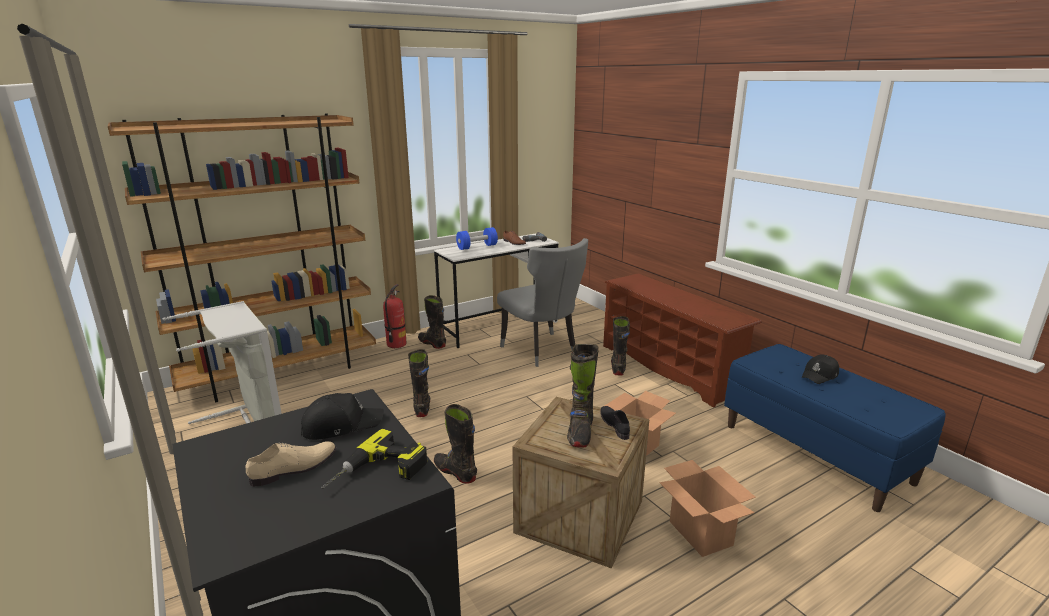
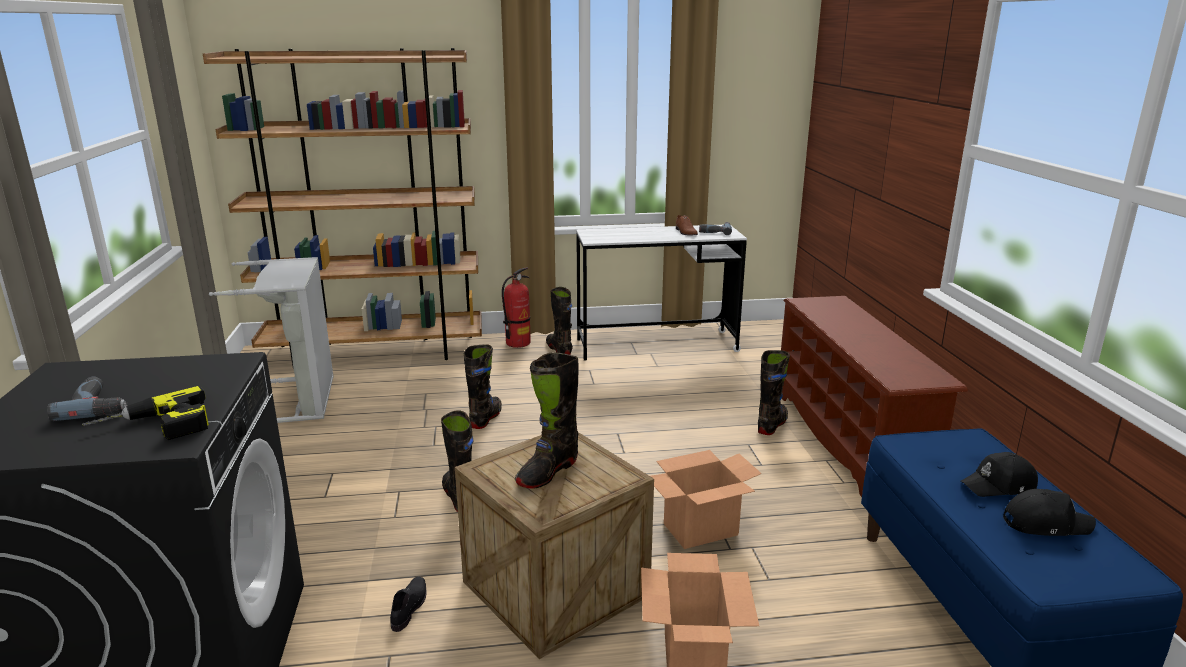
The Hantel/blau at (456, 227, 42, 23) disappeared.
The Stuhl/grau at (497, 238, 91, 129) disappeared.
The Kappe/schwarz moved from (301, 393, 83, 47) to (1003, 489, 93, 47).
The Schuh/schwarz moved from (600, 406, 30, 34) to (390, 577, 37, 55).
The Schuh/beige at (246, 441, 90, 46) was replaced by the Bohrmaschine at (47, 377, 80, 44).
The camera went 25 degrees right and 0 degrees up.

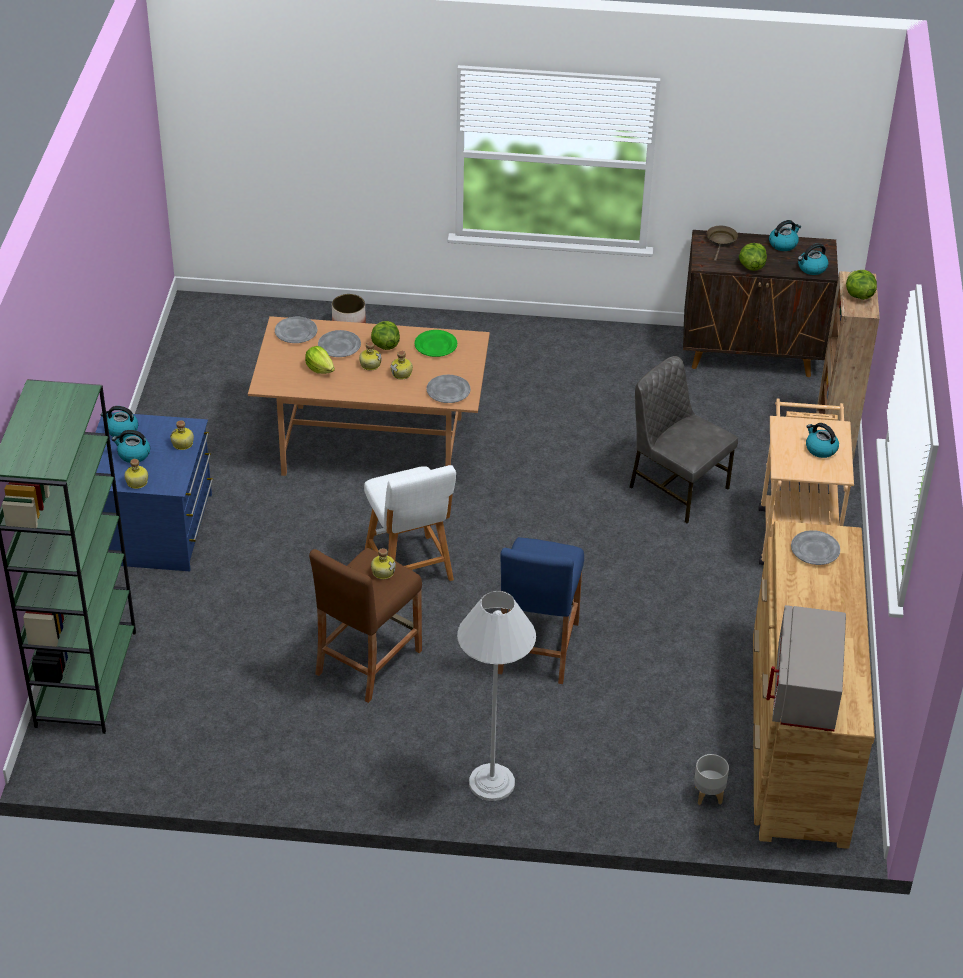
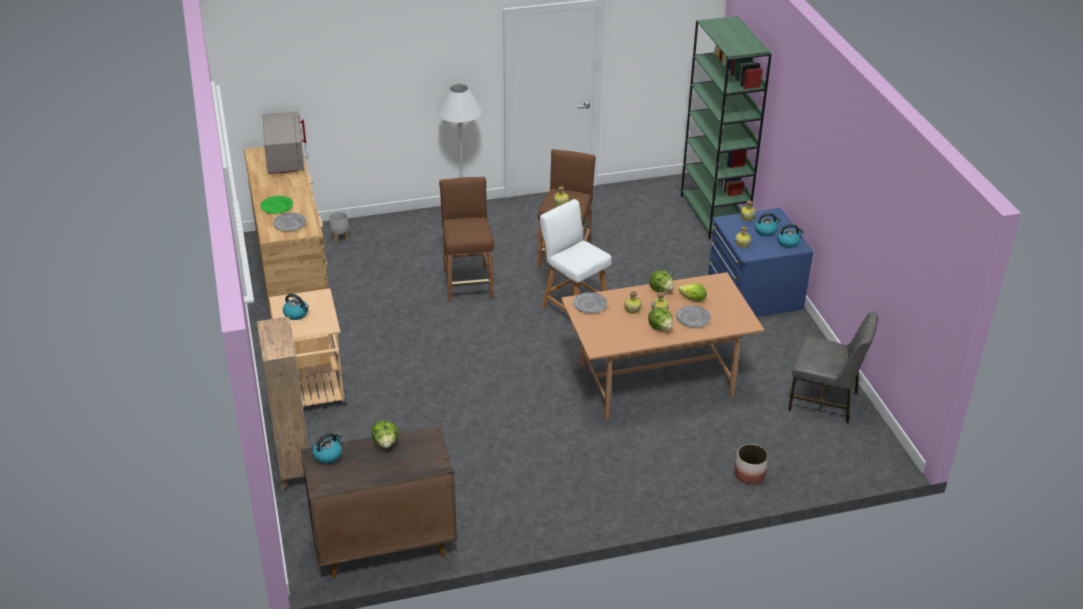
The Wasserkessel at (769, 220, 32, 31) disappeared.
The Pfanne/braun at (706, 226, 32, 36) disappeared.
The Salatkopf moved from (846, 270, 31, 30) to (649, 270, 24, 22).
The Teller/grau at (275, 317, 42, 26) disappeared.
The Teller/grün moved from (414, 330, 43, 27) to (261, 196, 32, 18).
The Stuhl/grau moved from (630, 356, 108, 167) to (788, 311, 90, 113).
The Hocker/blau at (498, 537, 86, 147) became the Hocker/braun at (439, 177, 55, 126).
The camera went 160 degrees right and 5 degrees down.

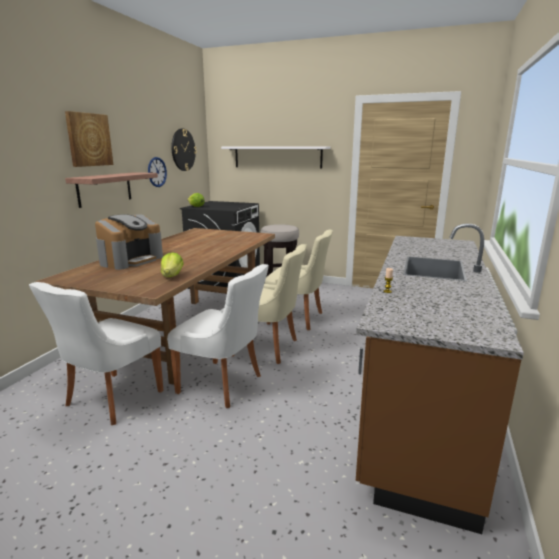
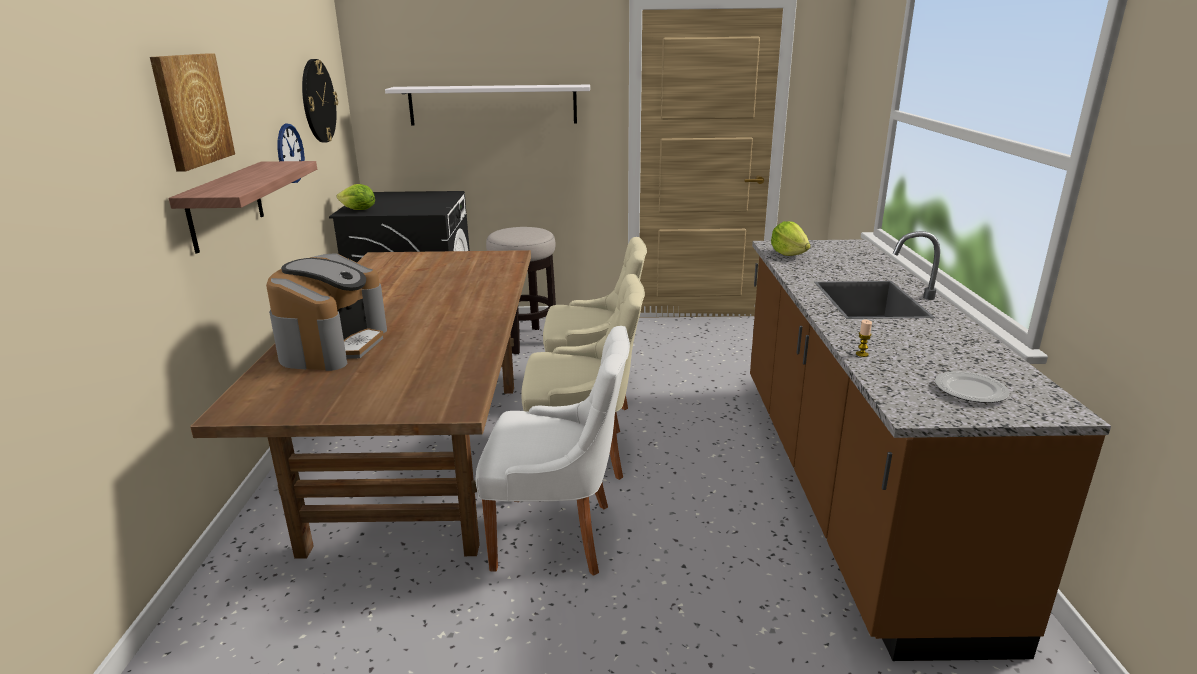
The Salatkopf moved from (161, 252, 23, 25) to (771, 221, 40, 35).
The Stuhl/weiß at (29, 282, 134, 143) disappeared.
The Teller at (935, 371, 75, 32) appeared.
The camera went 20 degrees left and 5 degrees up.

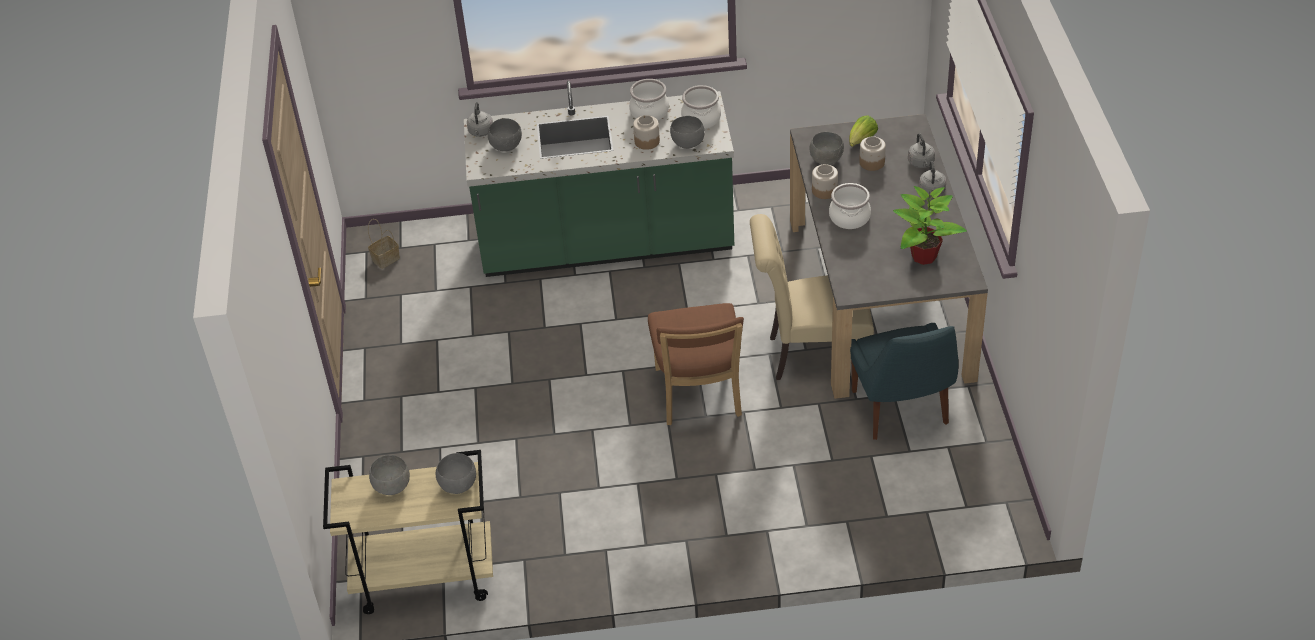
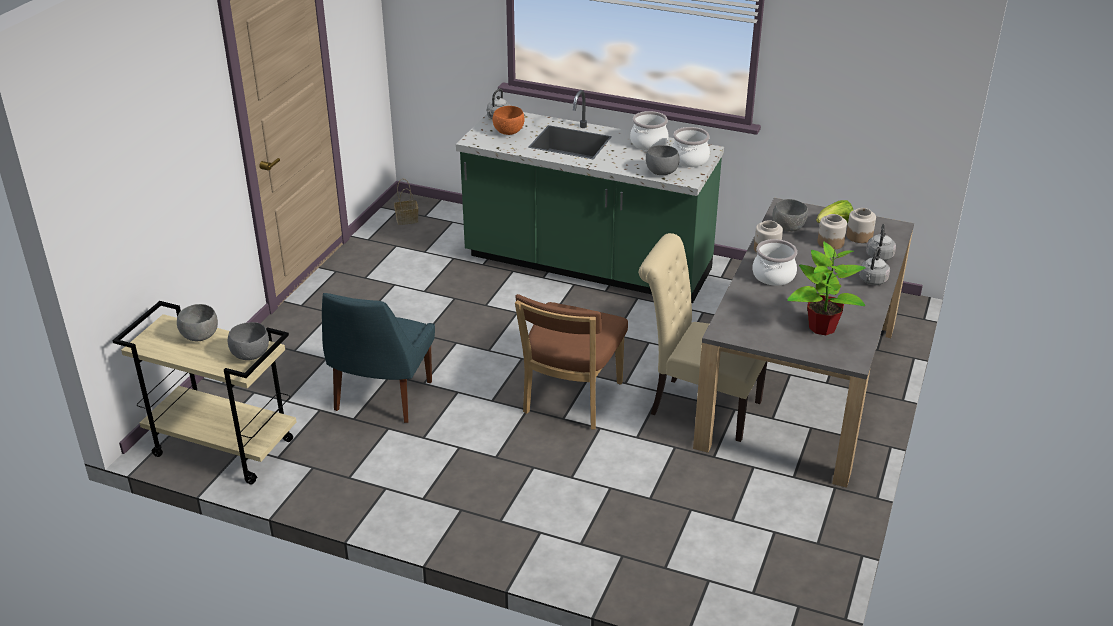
The Vorratsglas moved from (633, 115, 27, 35) to (846, 208, 30, 35).
The Schüssel/grau at (488, 118, 34, 34) became the Schüssel/orange at (493, 106, 32, 29).
The Stuhl/blau moved from (850, 323, 108, 117) to (322, 293, 113, 130).
The camera went 25 degrees right and 10 degrees down.

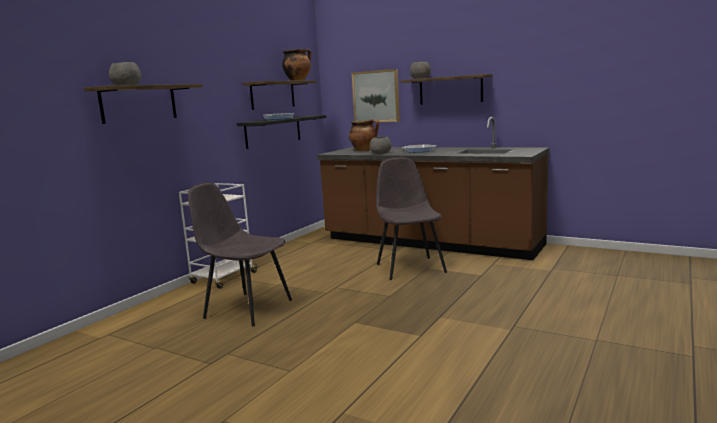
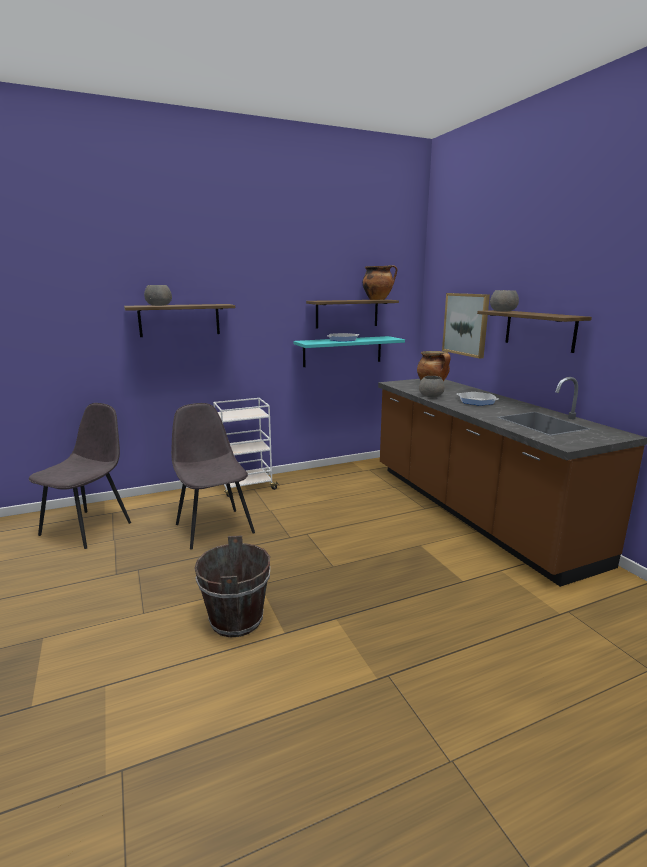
The Wandregal/schwarz at (237, 115, 89, 34) became the Wandregal/türkis at (293, 336, 112, 31).
The Stuhl/grau moved from (376, 157, 71, 123) to (29, 403, 102, 146).
The Eimer/braun at (195, 535, 75, 102) appeared.
The camera went 35 degrees right and 5 degrees up.

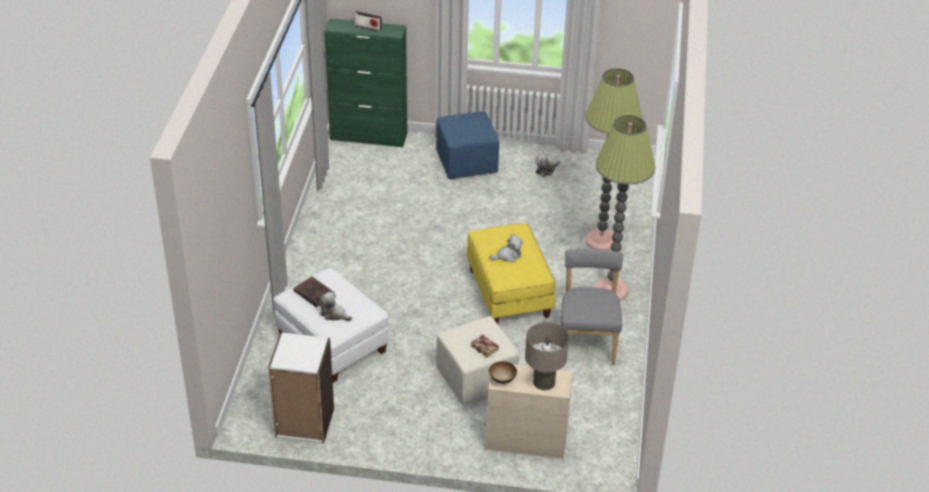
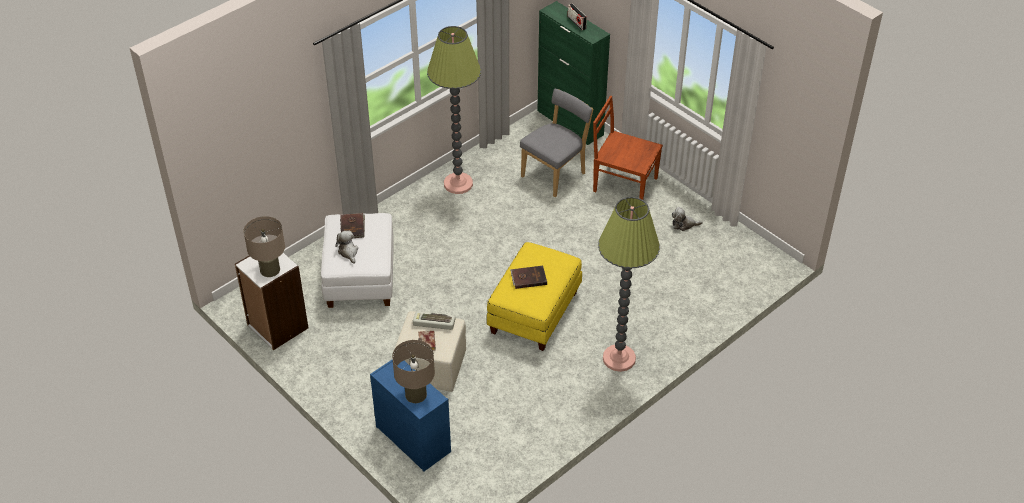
The Stehlampe moved from (585, 68, 58, 182) to (427, 26, 54, 168).
The Polsterhocker/blau at (436, 112, 63, 67) was replaced by the Stuhl/braun at (593, 96, 70, 104).
The Plüschtier at (489, 234, 34, 29) was replaced by the Buch/braun at (510, 266, 37, 23).
The Stuhl/grau moved from (561, 249, 62, 116) to (520, 89, 73, 108).
The Kommode/beige at (486, 361, 87, 99) became the Kommode/blau at (370, 359, 81, 113).
The Schüssel at (489, 361, 28, 23) disappeared.
The Tischlampe/beige at (243, 216, 42, 61) appeared.
The Tastatur at (413, 311, 42, 19) appeared.
The camera went 40 degrees right and 5 degrees up.

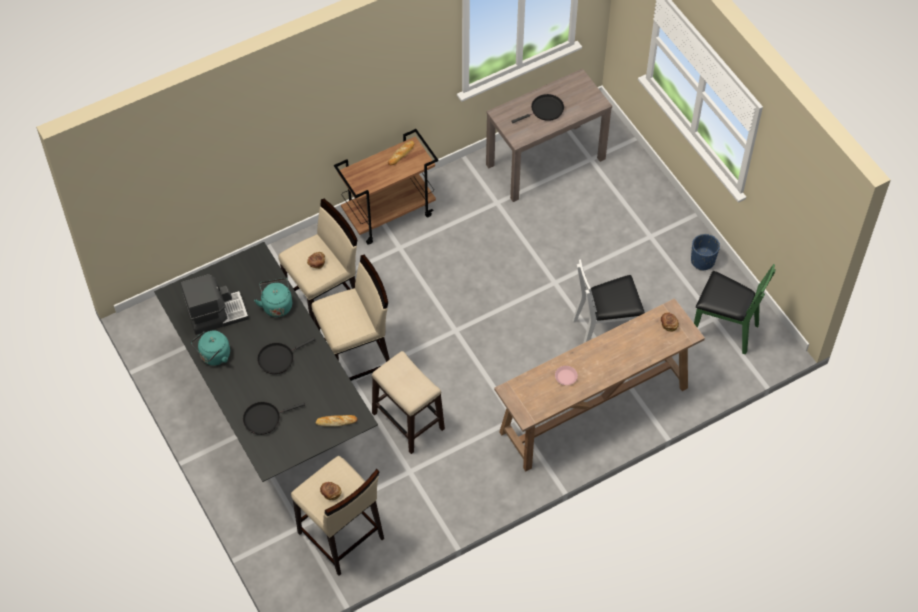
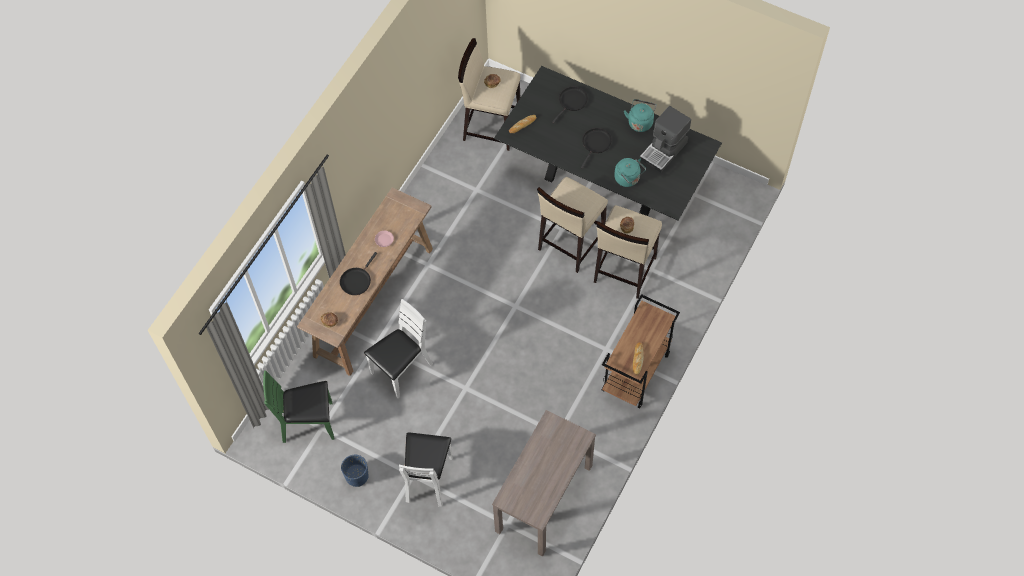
The Pfanne/schwarz moved from (511, 94, 53, 29) to (340, 252, 37, 43).
The Hocker at (372, 351, 73, 103) disappeared.
The Stuhl/weiß at (399, 432, 53, 74) appeared.
The camera went 150 degrees right and 5 degrees up.

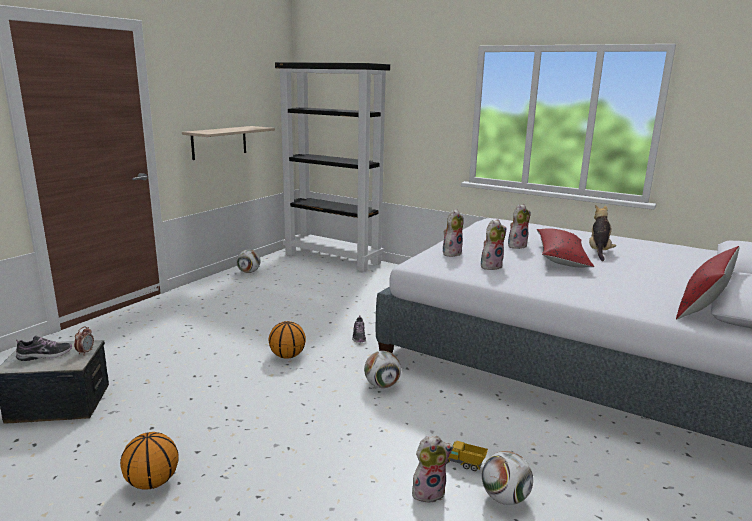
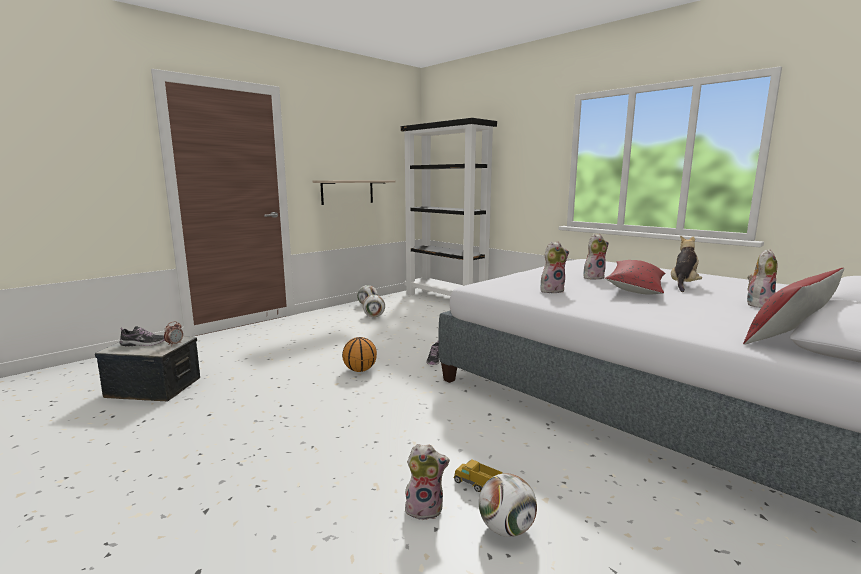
The Plüschtier moved from (443, 209, 21, 48) to (747, 249, 30, 59).
The Fußball moved from (364, 351, 37, 37) to (363, 295, 22, 22).
The Basketball at (120, 432, 59, 58) disappeared.
The camera went 15 degrees right and 5 degrees down.

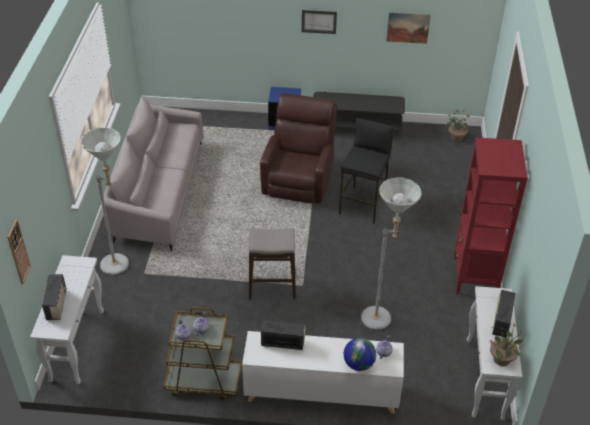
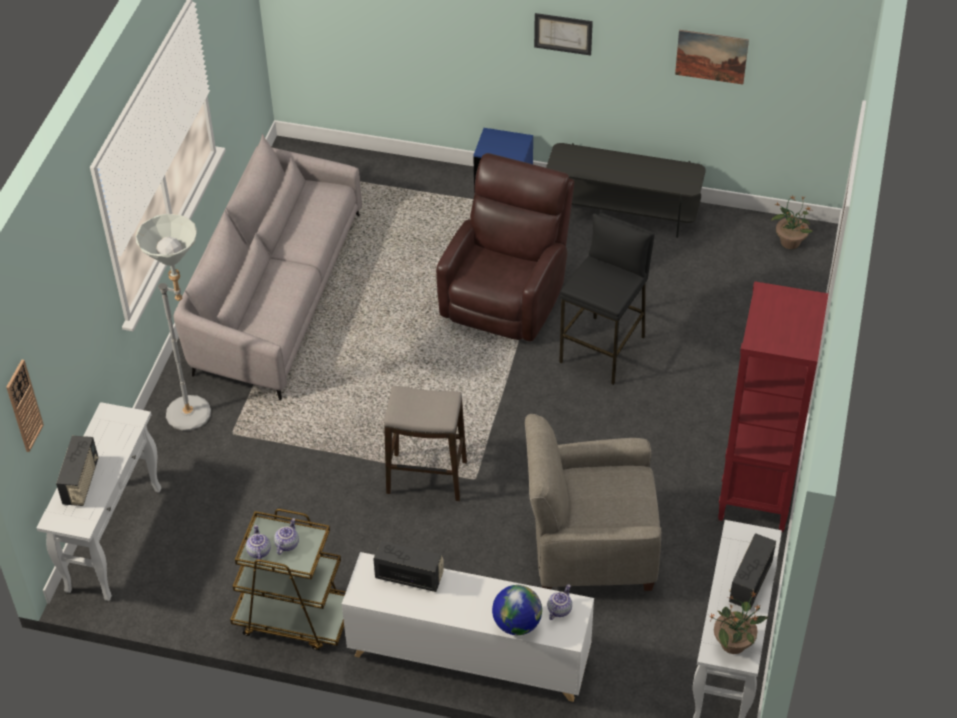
The Stehlampe/grau at (361, 177, 61, 153) was replaced by the Sessel/beige at (525, 414, 137, 177).
The camera went 10 degrees right and 5 degrees up.

